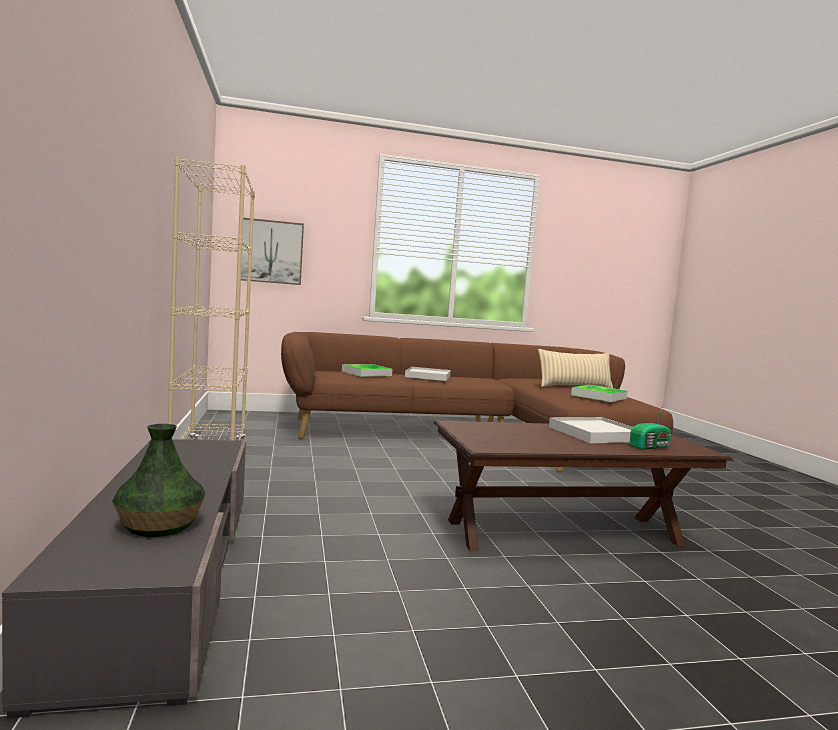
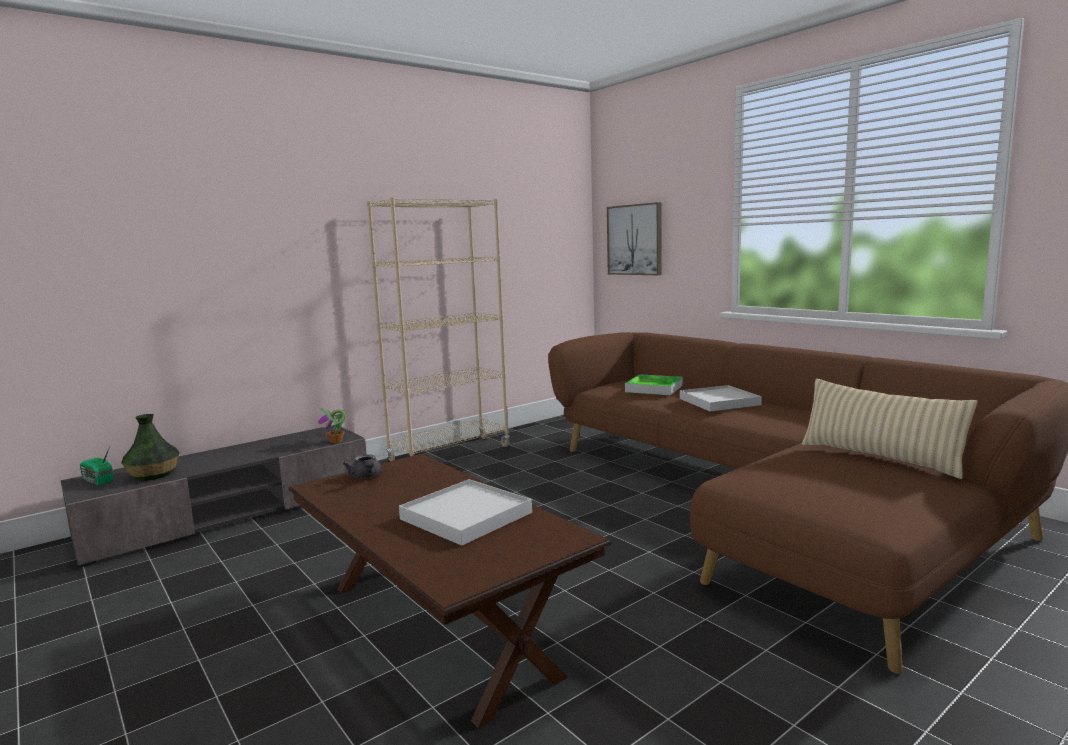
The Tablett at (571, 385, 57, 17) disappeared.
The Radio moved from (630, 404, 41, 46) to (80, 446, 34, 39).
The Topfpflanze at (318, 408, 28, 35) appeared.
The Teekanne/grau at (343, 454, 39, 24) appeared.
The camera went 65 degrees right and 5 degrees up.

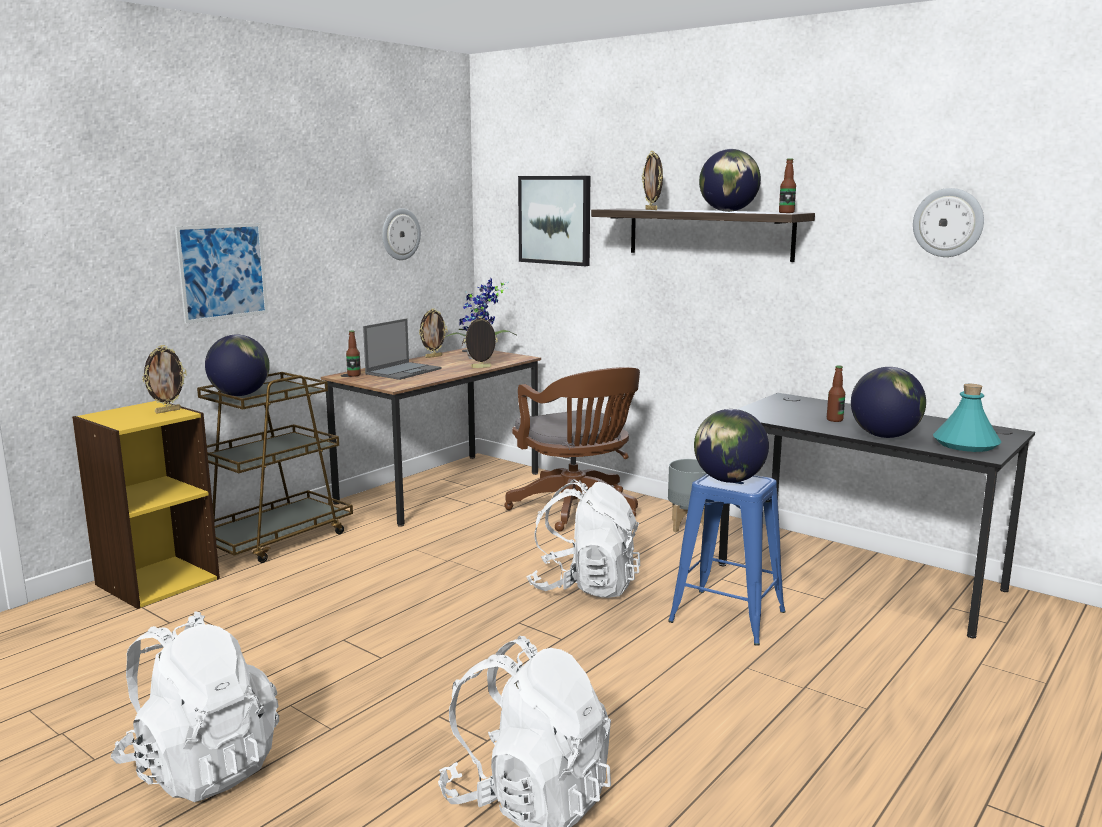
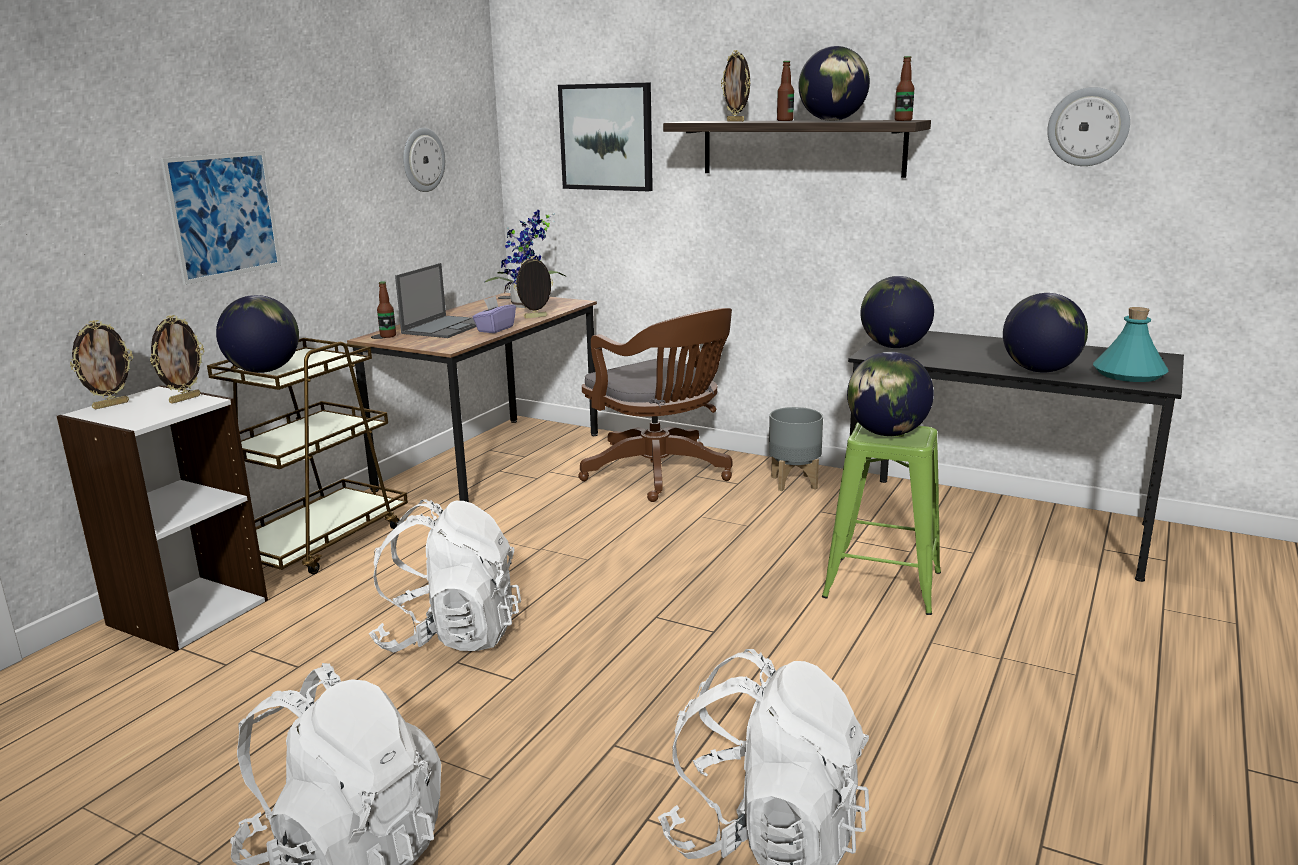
The Bilderrahmen moved from (419, 308, 29, 50) to (70, 320, 63, 89).
The Flasche moved from (827, 365, 18, 57) to (777, 61, 17, 60).
The Bücherregal/gelb at (72, 401, 148, 208) became the Bücherregal/weiß at (57, 385, 211, 266).
The Hocker/blau at (668, 473, 118, 173) became the Hocker/grün at (822, 423, 119, 192).
The Rucksack/weiß moved from (526, 480, 114, 118) to (369, 499, 152, 154).
The Globus at (861, 276, 73, 72) appeared.
The Taschentuchbox/lila at (472, 296, 44, 37) appeared.
The camera went 10 degrees left and 5 degrees up.

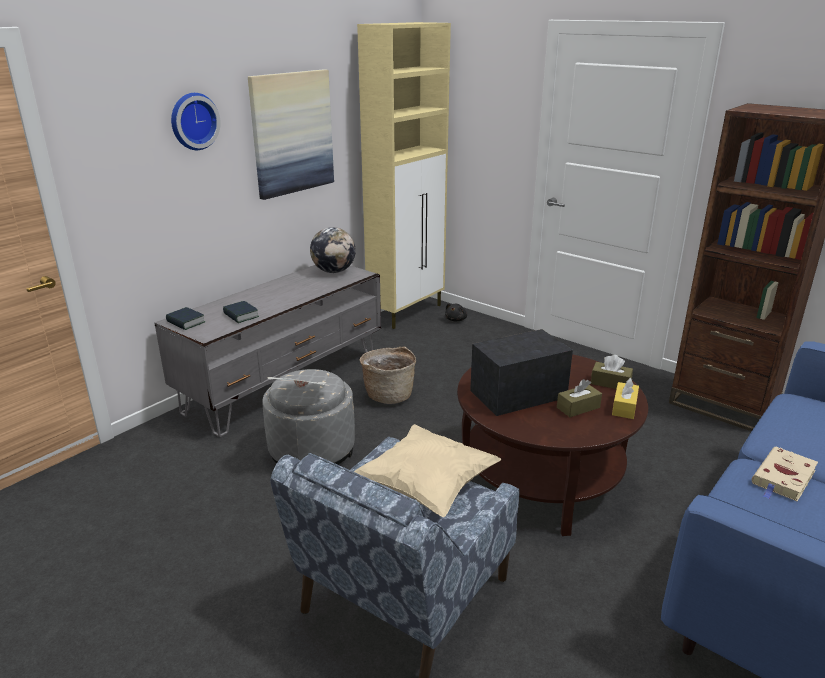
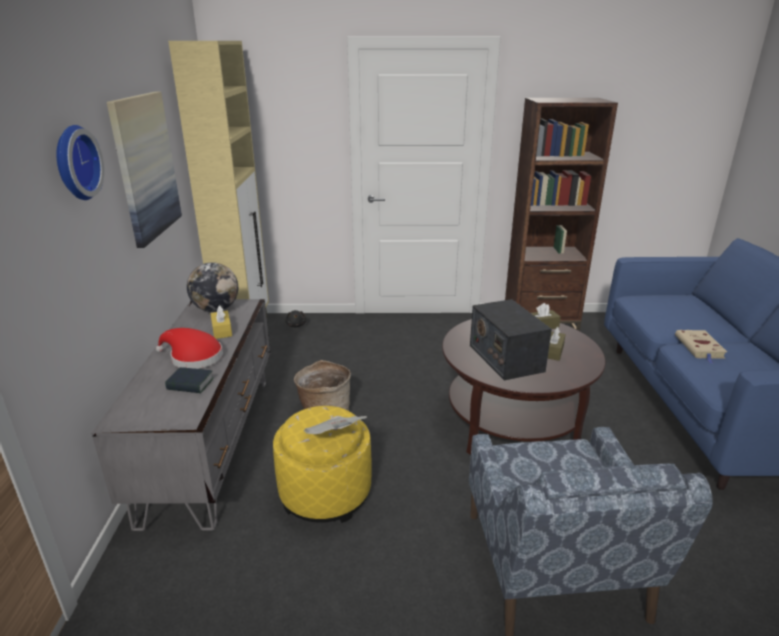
The Buch at (166, 307, 39, 23) disappeared.
The Radio at (470, 329, 103, 87) turned 45 degrees counterclockwise.
The Polsterhocker/grau at (262, 369, 93, 96) became the Polsterhocker/gelb at (273, 406, 98, 117).
The Taschentuchbox/gelb moved from (612, 378, 27, 41) to (210, 306, 22, 33).
The Kissen/beige at (354, 424, 147, 93) disappeared.
The Hut/rot at (156, 328, 67, 41) appeared.
The camera went 40 degrees left and 0 degrees up.

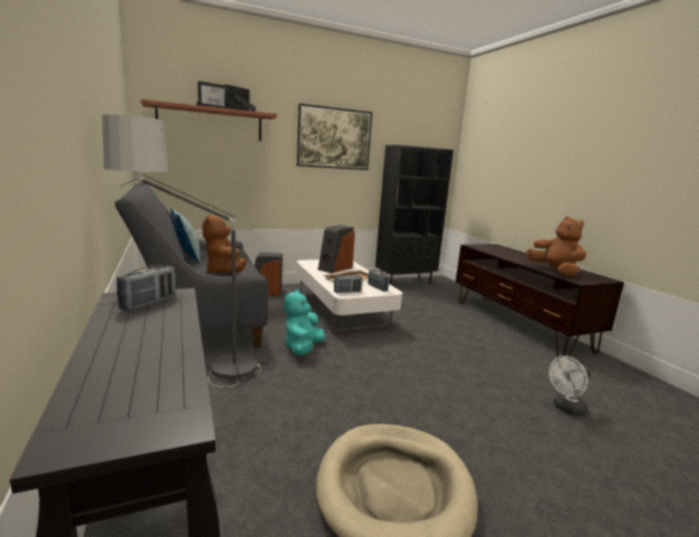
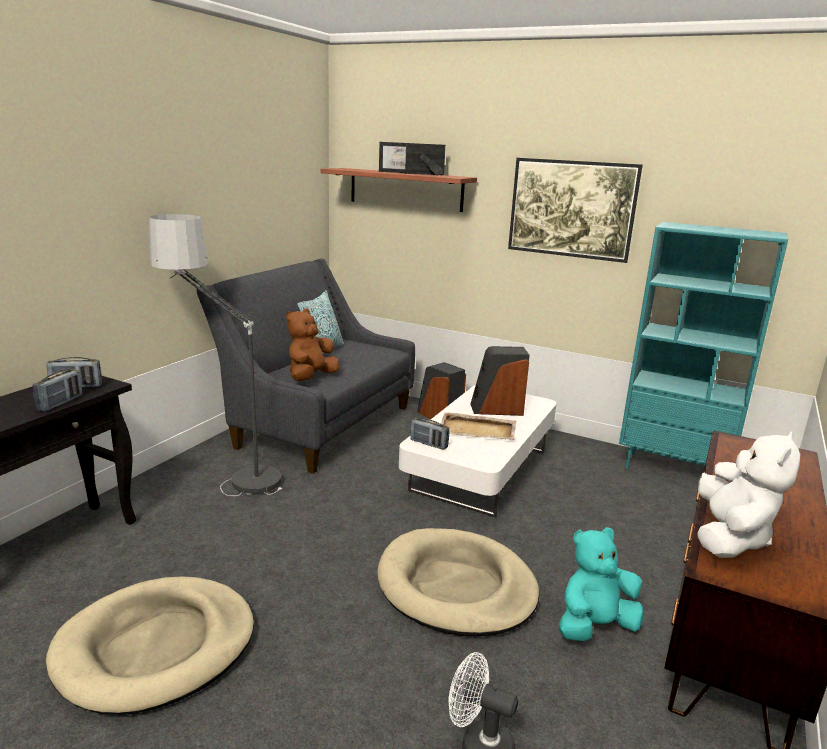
The Bücherregal/schwarz at (375, 145, 79, 140) became the Bücherregal/türkis at (619, 222, 169, 247).
The Plüschtier/braun at (527, 217, 59, 60) became the Plüschtier/weiß at (697, 431, 104, 127).
The Radio moved from (368, 270, 21, 21) to (33, 369, 49, 43).
The Plüschtier/türkis moved from (284, 289, 41, 67) to (559, 527, 84, 114).
The Hundebett/beige at (377, 528, 163, 109) appeared.
The camera went 50 degrees right and 5 degrees up.

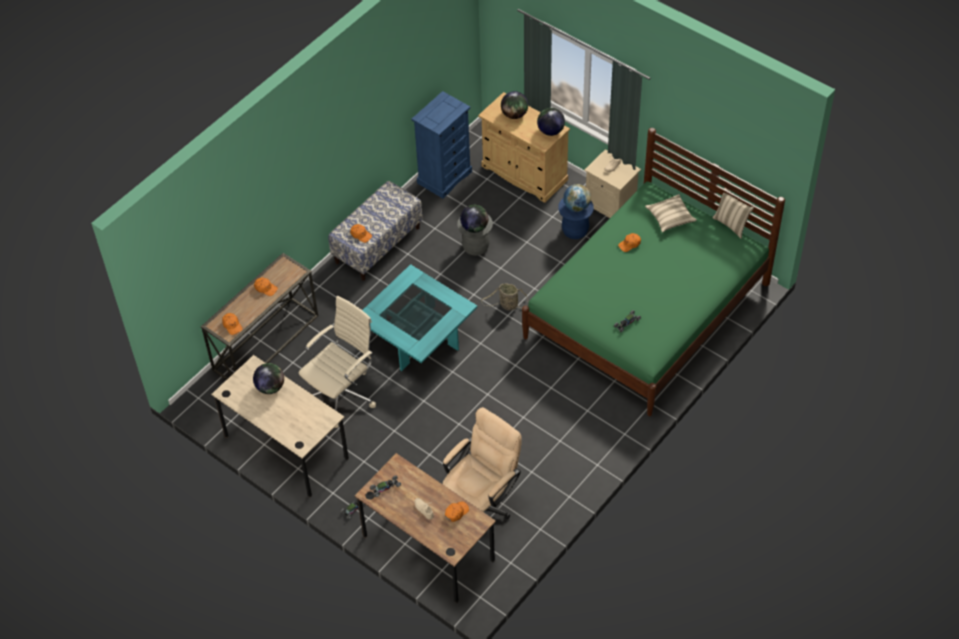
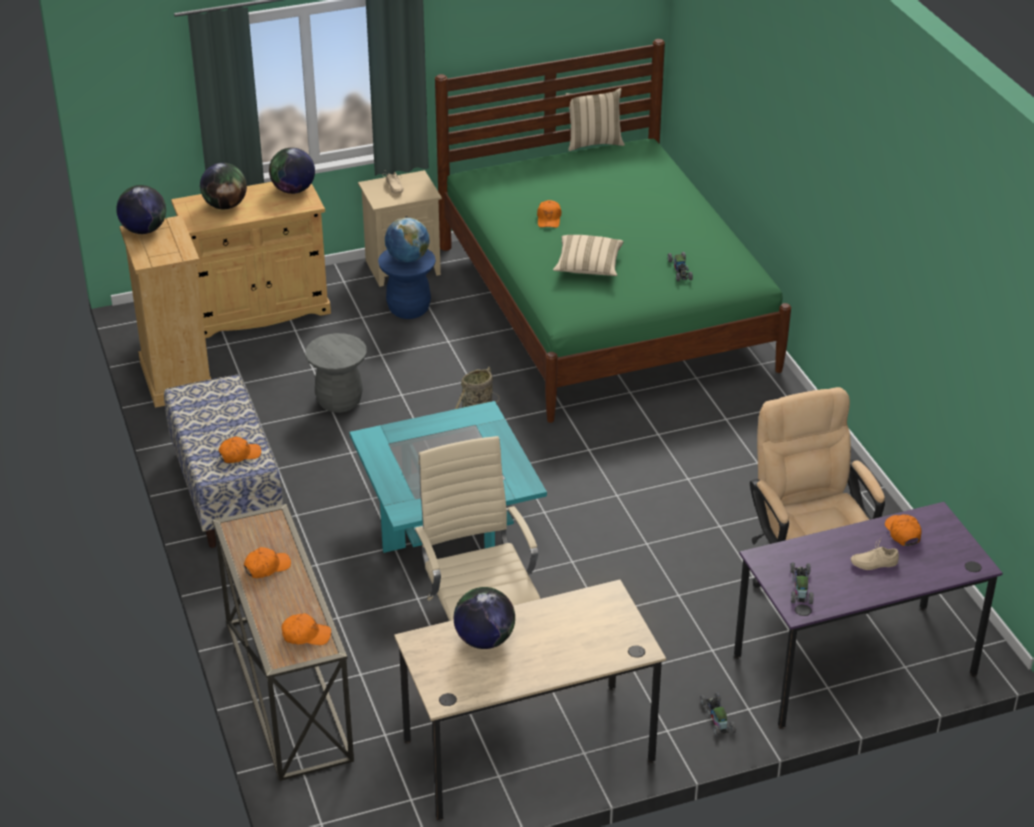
The Kommode/blau at (411, 91, 61, 108) became the Kommode/beige at (120, 215, 91, 193).
The Kissen/beige moved from (645, 194, 52, 39) to (553, 235, 70, 41).
The Globus moved from (460, 205, 28, 28) to (116, 185, 50, 49).
The Schreibtisch/braun at (355, 453, 141, 150) became the Schreibtisch/lila at (734, 502, 269, 227).
The camera went 60 degrees left and 15 degrees down.

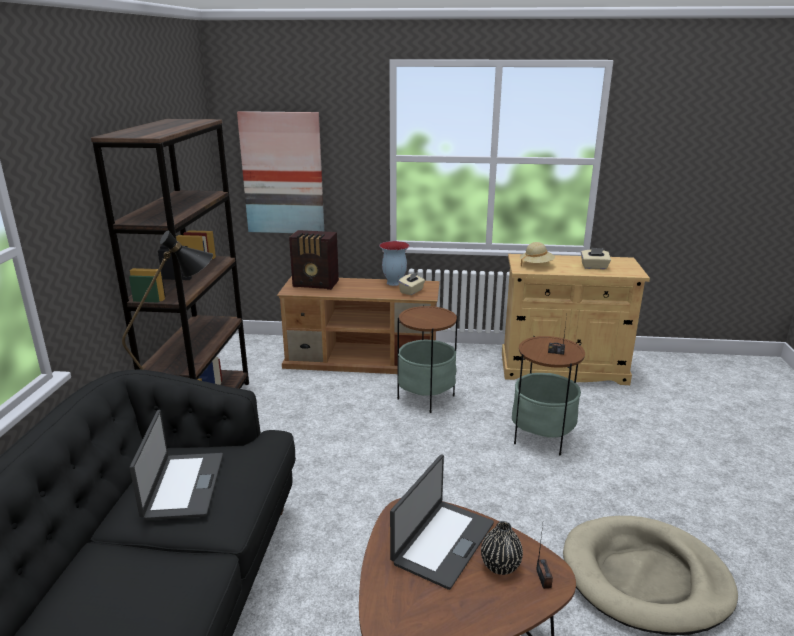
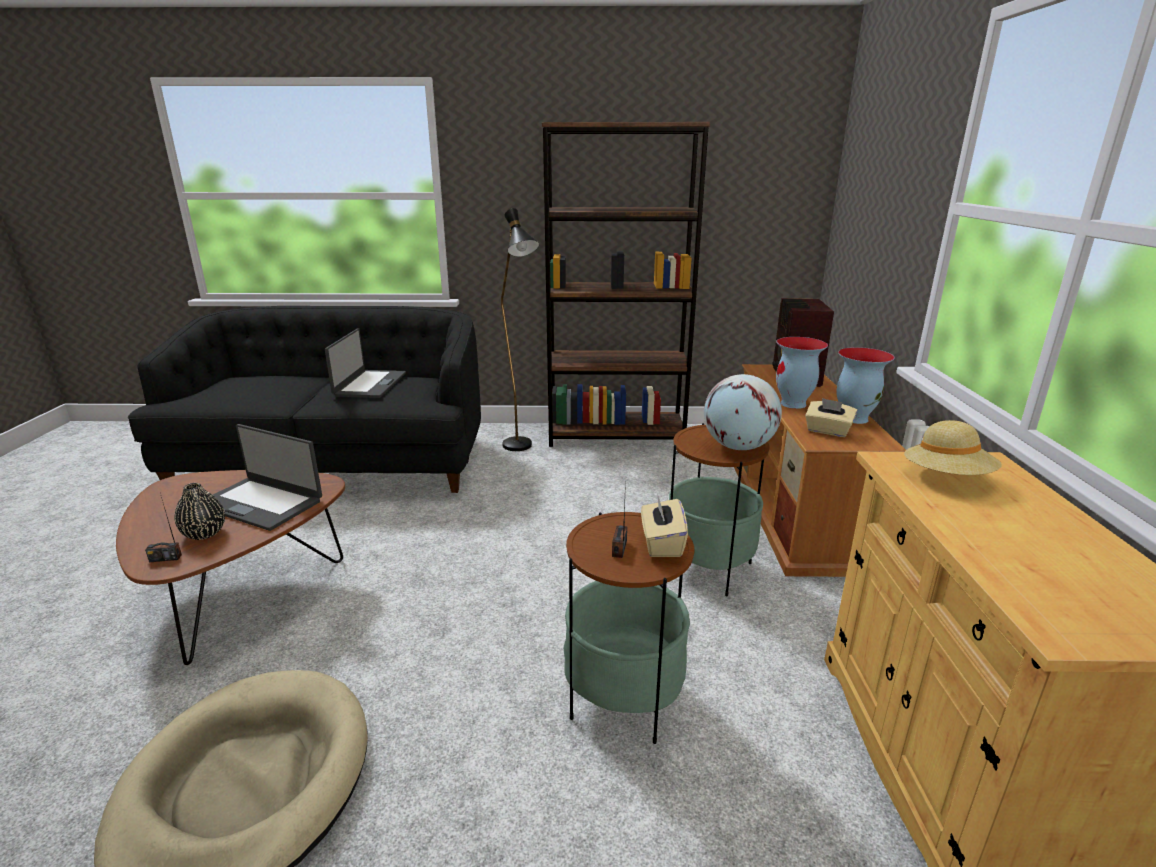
The Bild at (237, 111, 87, 122) disappeared.
The Taschentuchbox/beige moved from (581, 248, 30, 21) to (641, 493, 47, 64).
The Laptop at (130, 410, 93, 110) turned 75 degrees counterclockwise.
The Vase at (776, 337, 52, 72) appeared.
The Globus at (704, 374, 78, 76) appeared.
The camera went 85 degrees right and 0 degrees up.

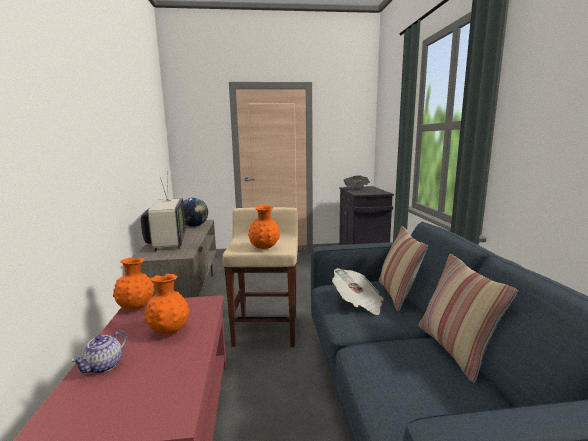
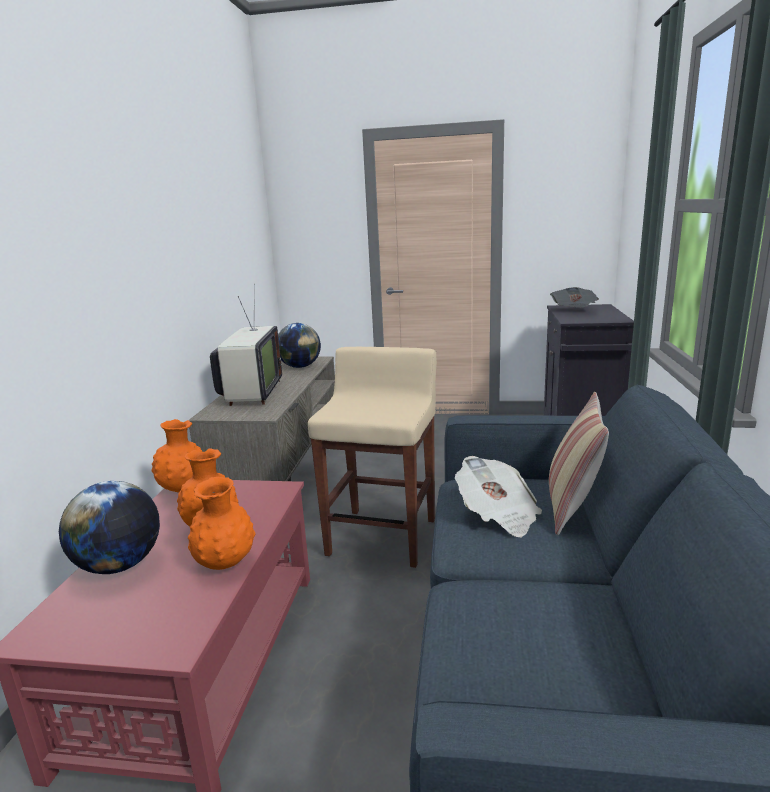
The Vase/orange moved from (248, 205, 32, 44) to (188, 477, 68, 93).
The Kissen at (419, 254, 98, 129) disappeared.
The Teekanne at (71, 330, 56, 44) was replaced by the Globus at (59, 481, 101, 93).
The camera went 15 degrees right and 5 degrees up.

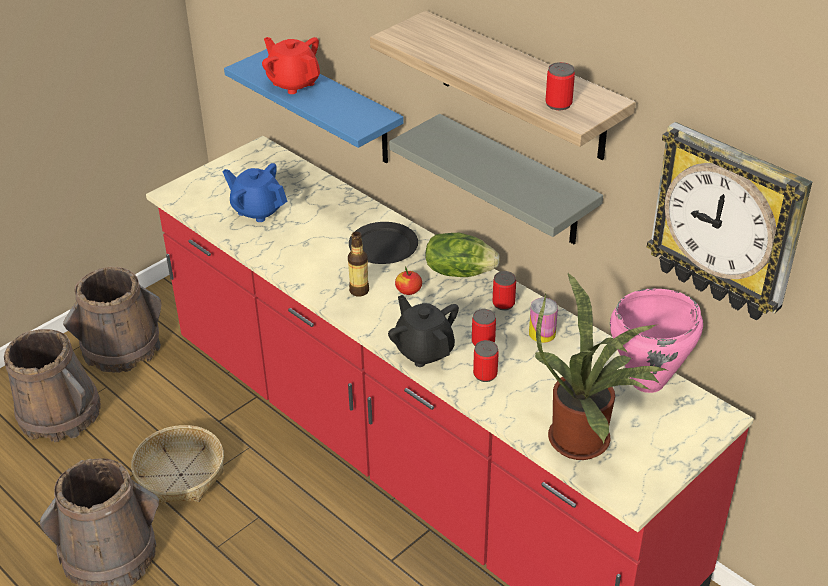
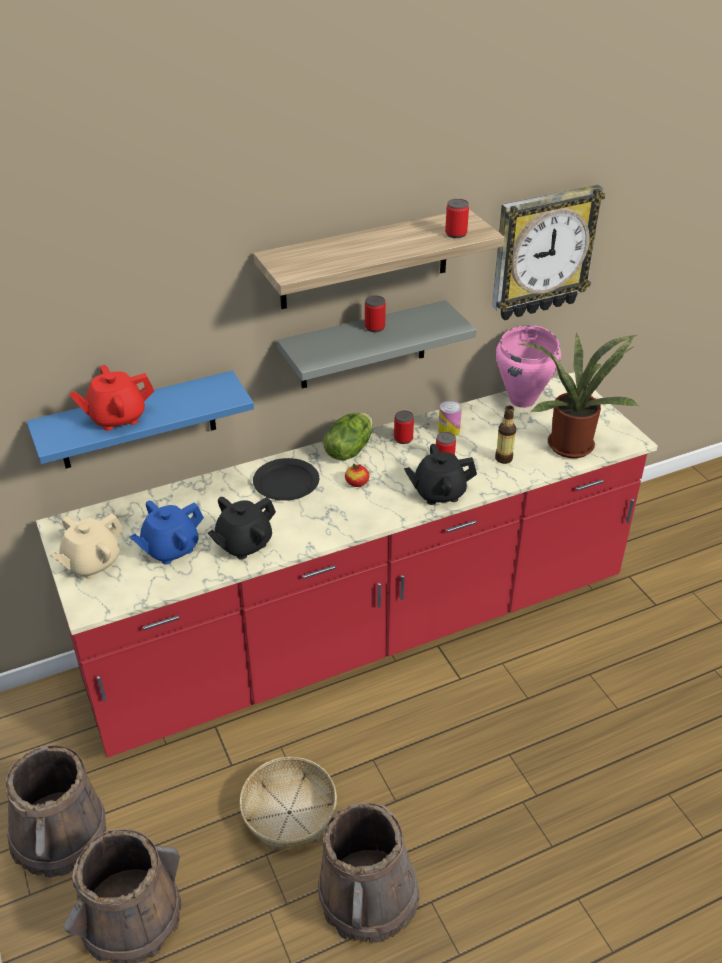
The Flasche moved from (348, 232, 21, 65) to (495, 406, 21, 58).
The Dose moved from (473, 340, 26, 42) to (365, 296, 21, 36).
The Teekanne/schwarz at (208, 497, 68, 63) appeared.
The Teekanne/beige at (50, 514, 73, 65) appeared.
The camera went 70 degrees left and 0 degrees up.

